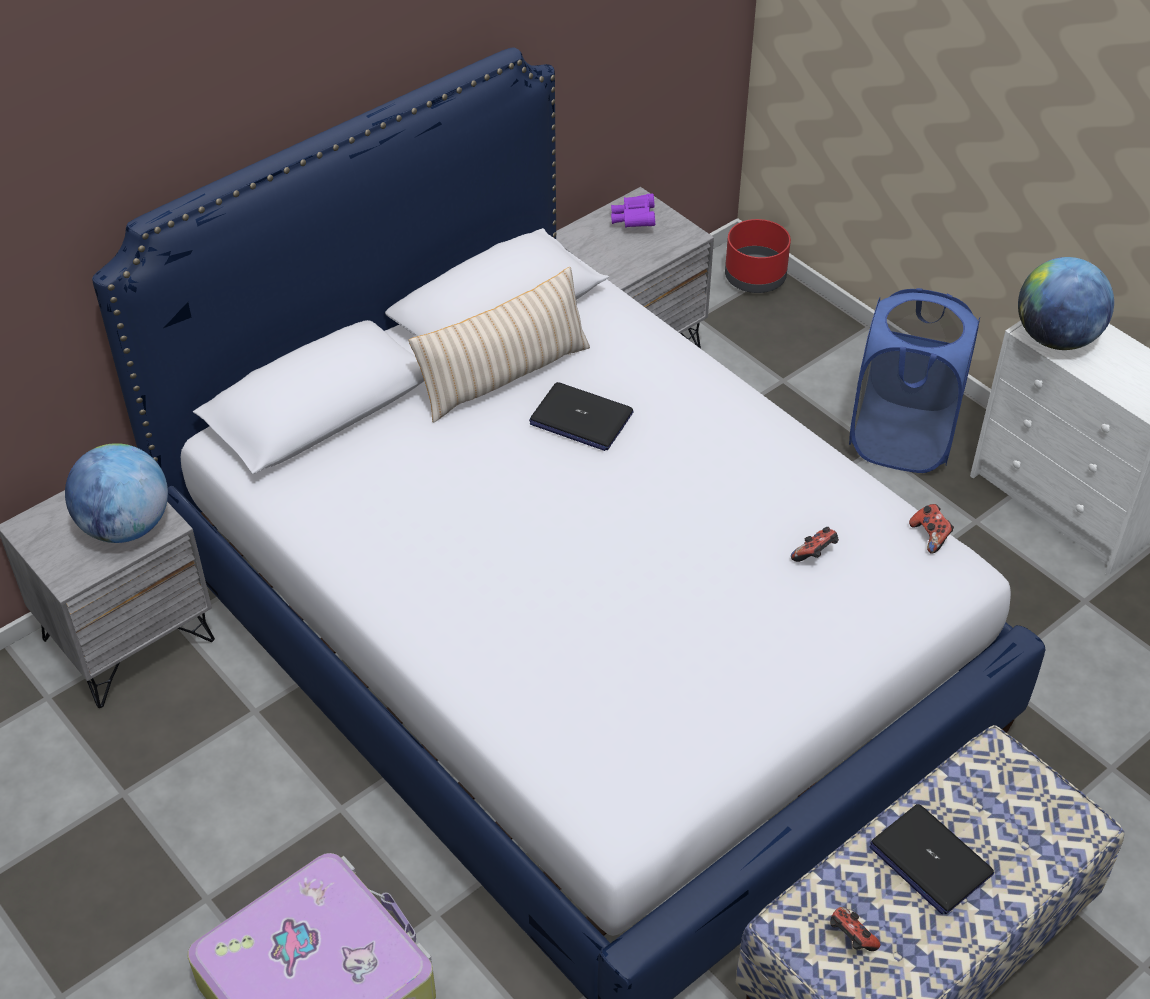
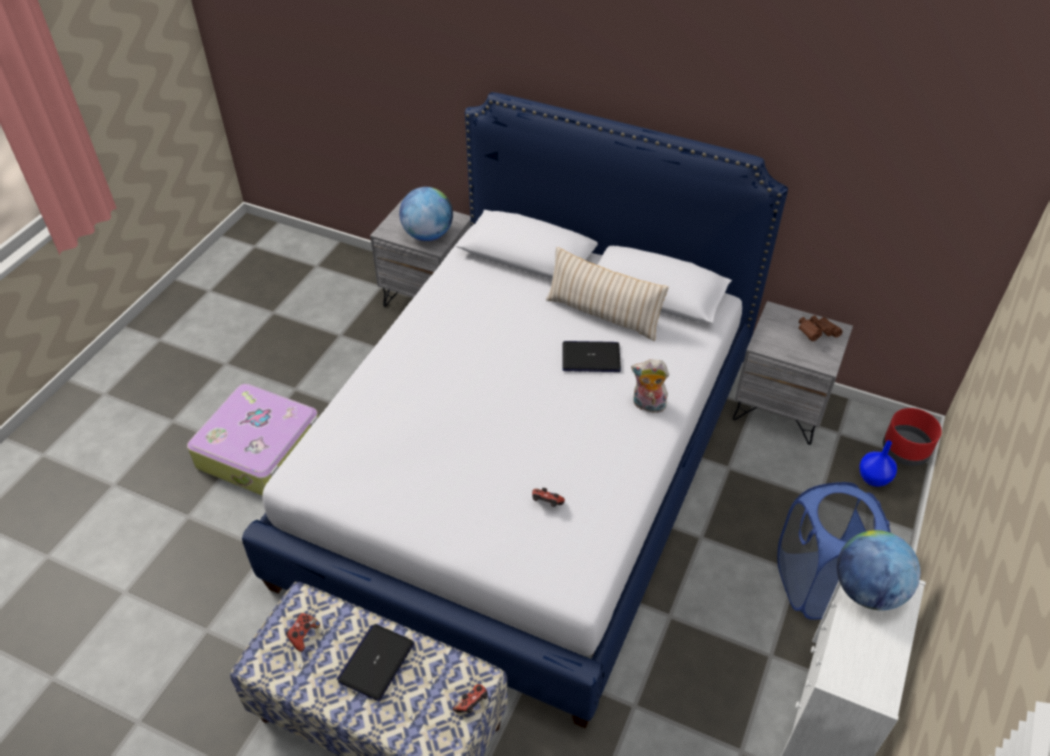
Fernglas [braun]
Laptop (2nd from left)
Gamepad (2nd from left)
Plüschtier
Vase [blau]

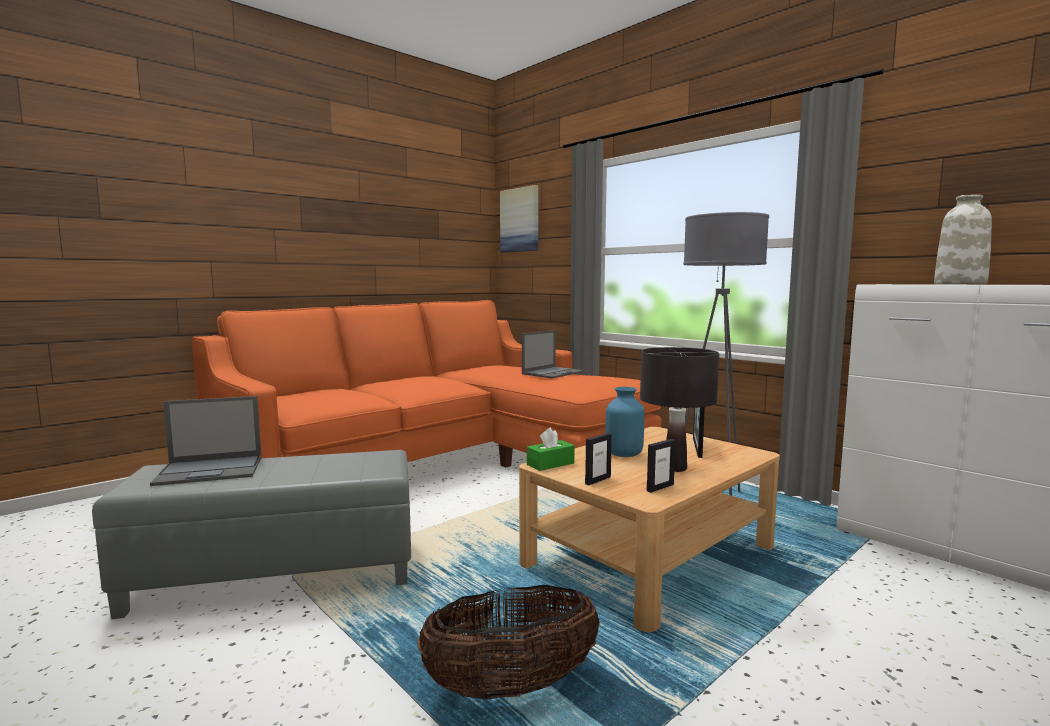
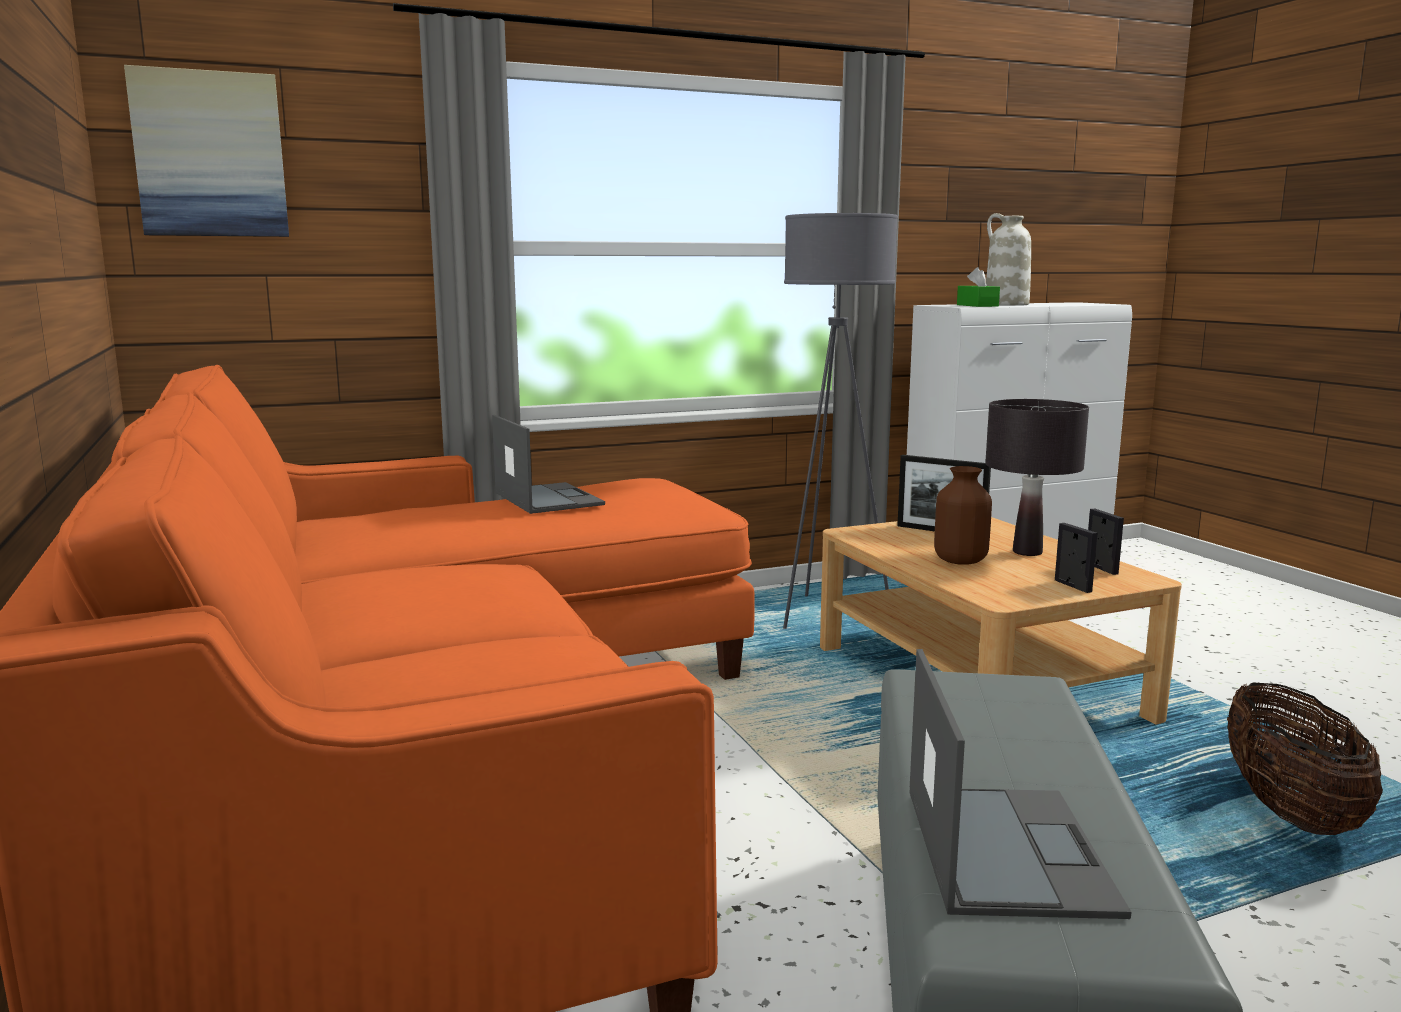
Vase [braun]
Taschentuchbox [grün]

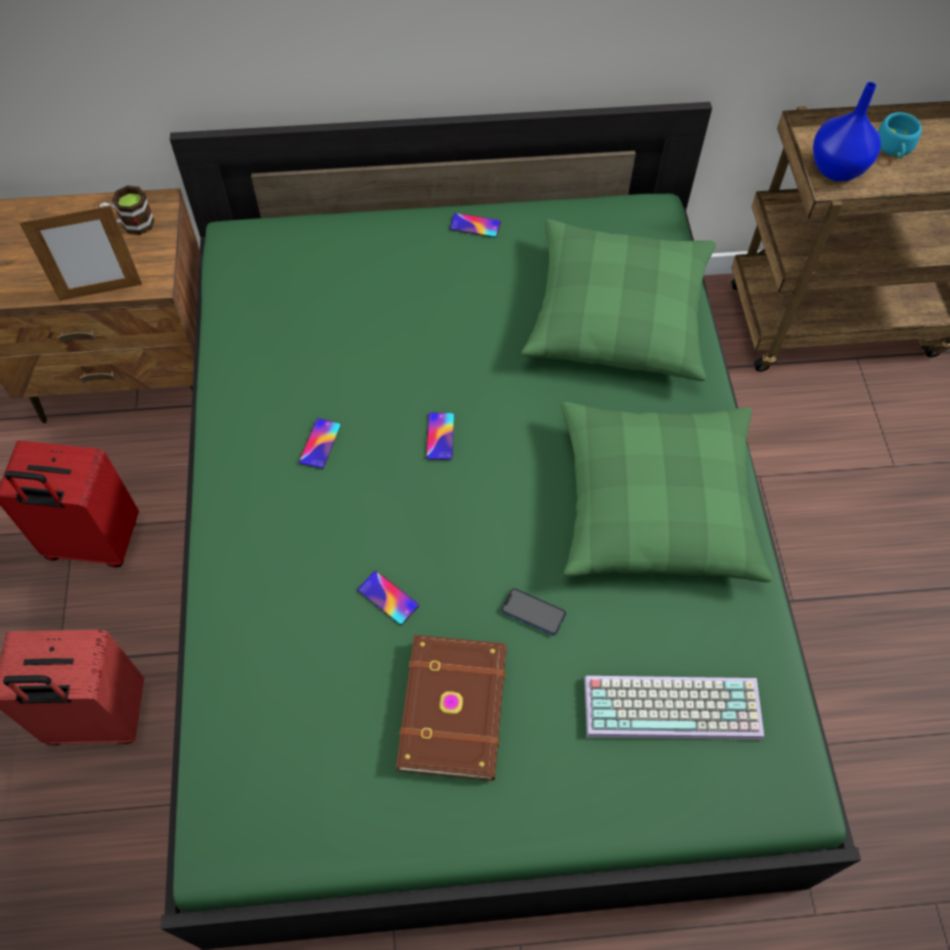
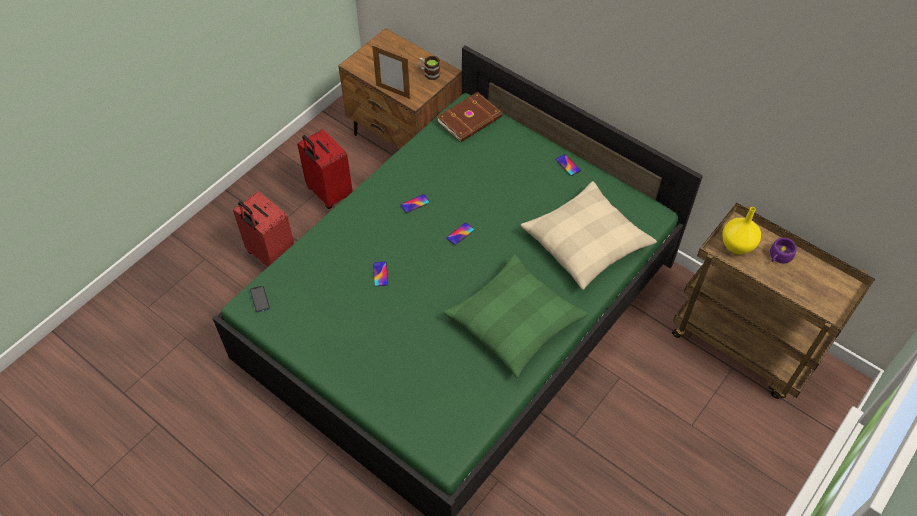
Vase [gelb]
Tasse [lila]
Kissen [beige]
Handy (1st from left)
Buch [braun]
Tastatur

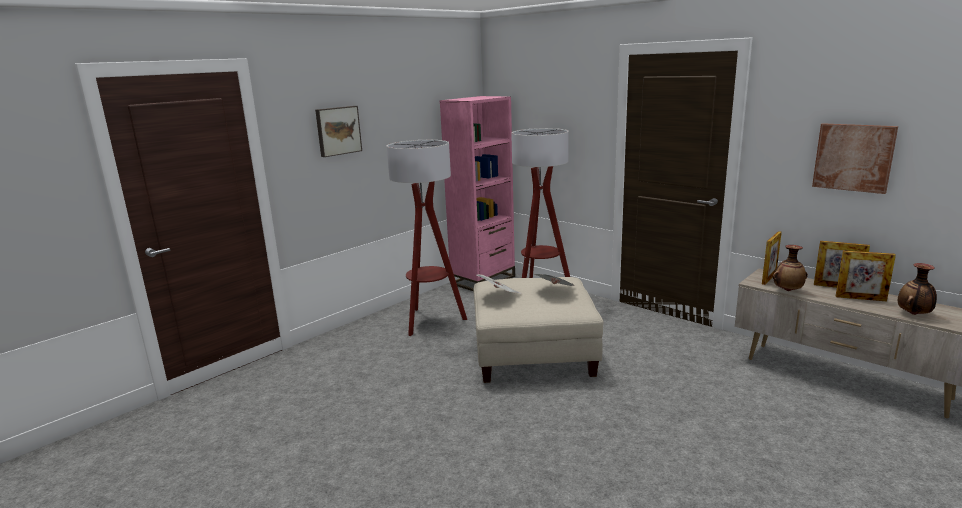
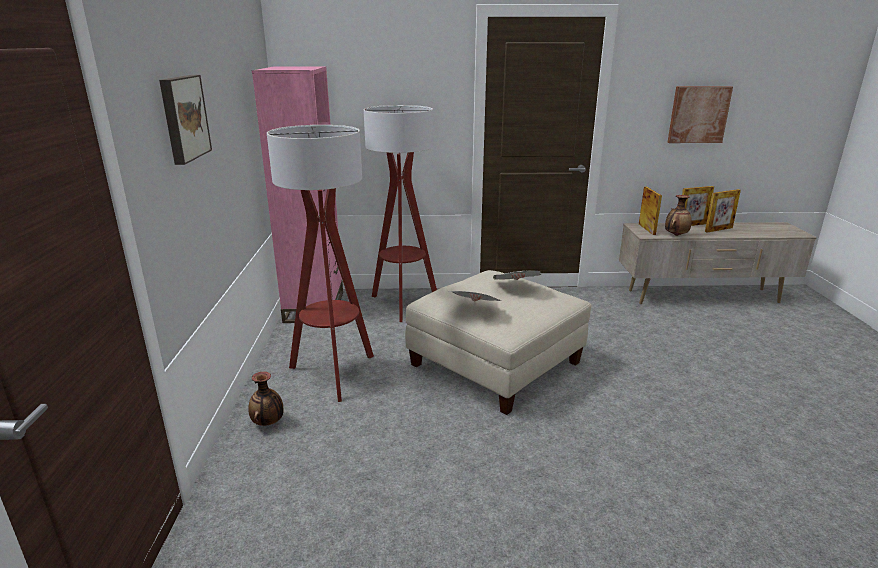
Vase (1st from left)

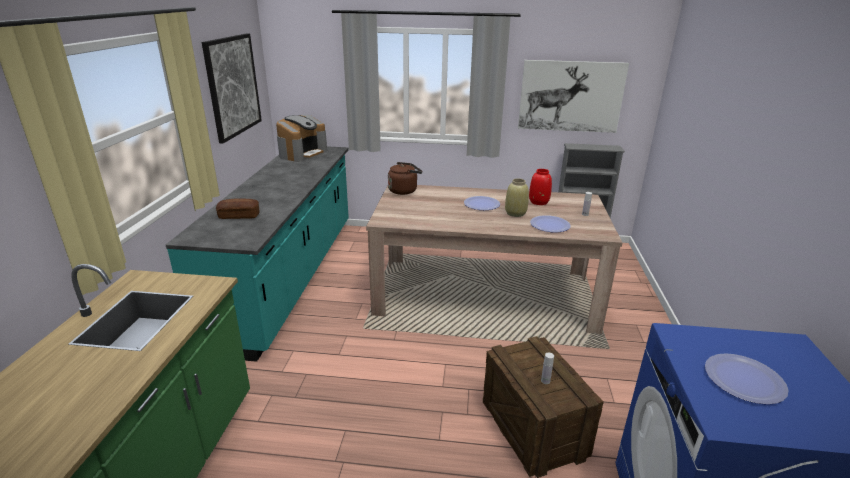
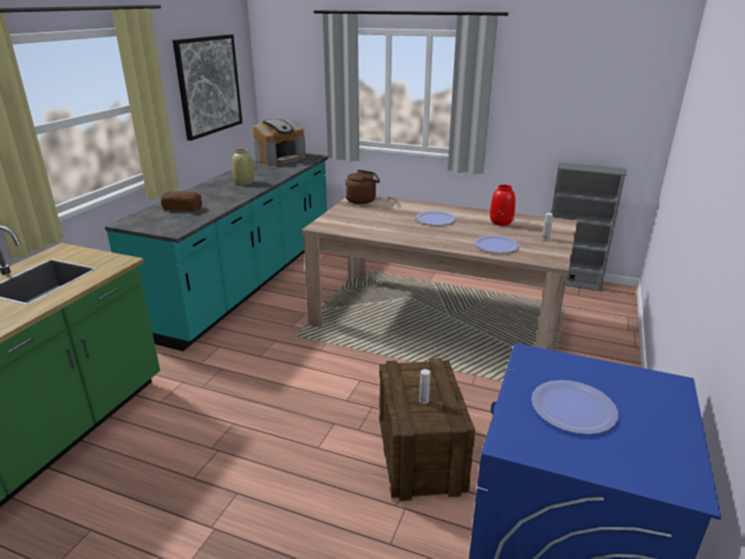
Bild (2nd from left in the first image)
Vase [beige]

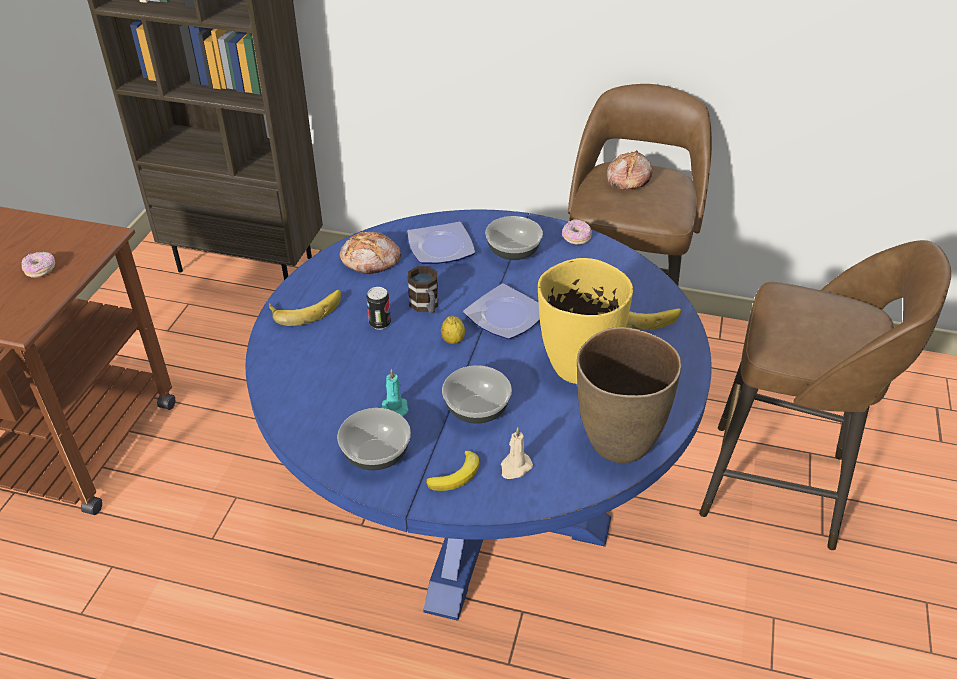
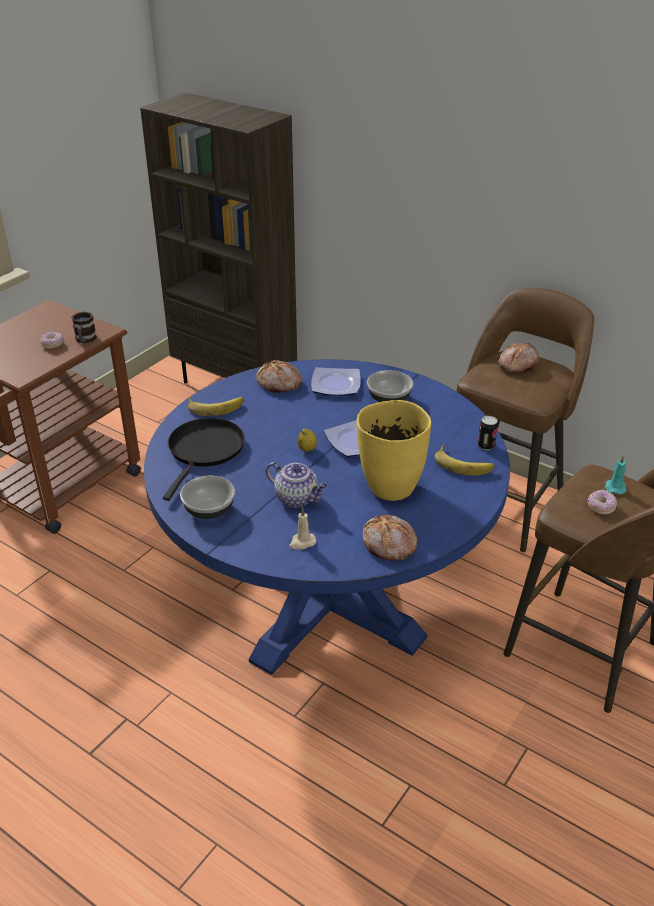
Donut (2nd from left)
Henkelbecher
Dose
Brot (2nd from left)
Teekanne
Kerze [türkis]
Banane (2nd from left in the first image)
Pfanne [schwarz]

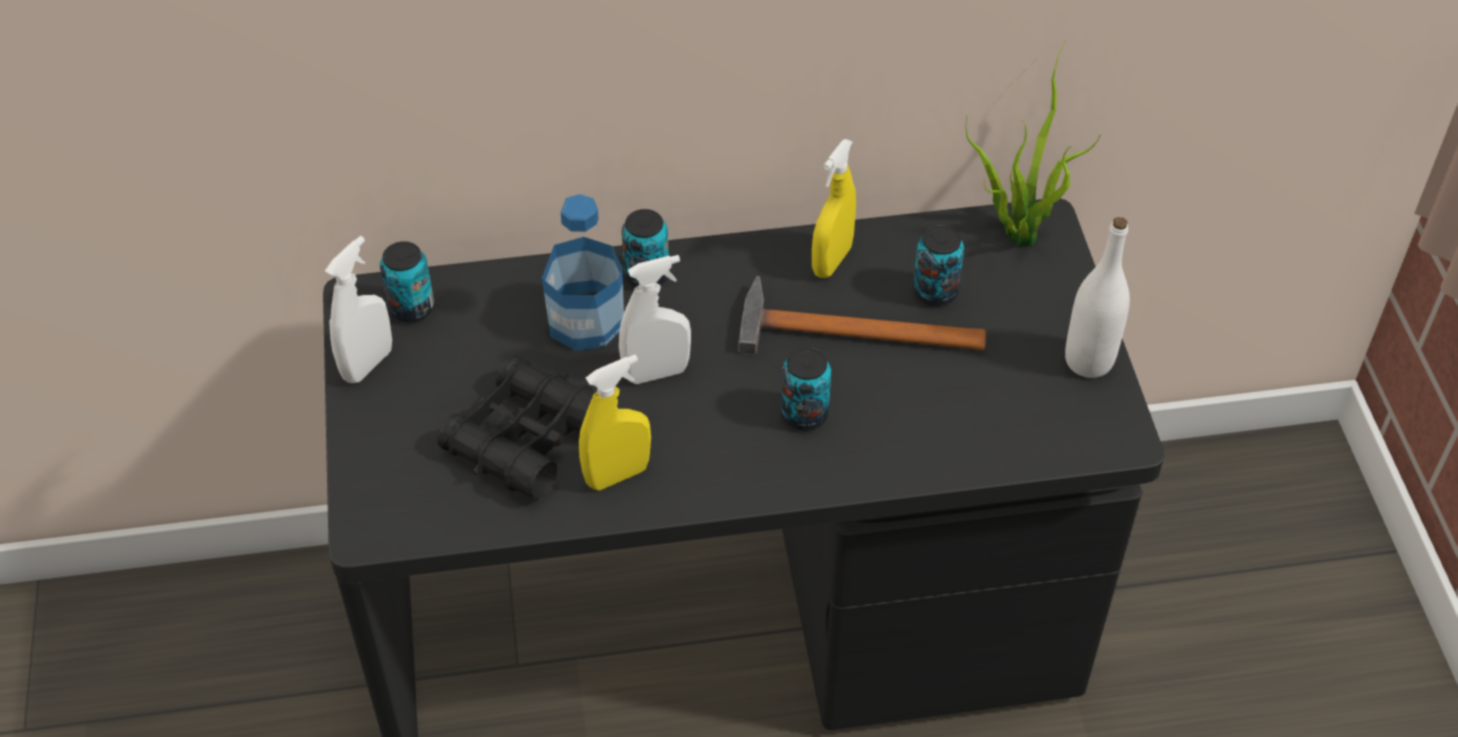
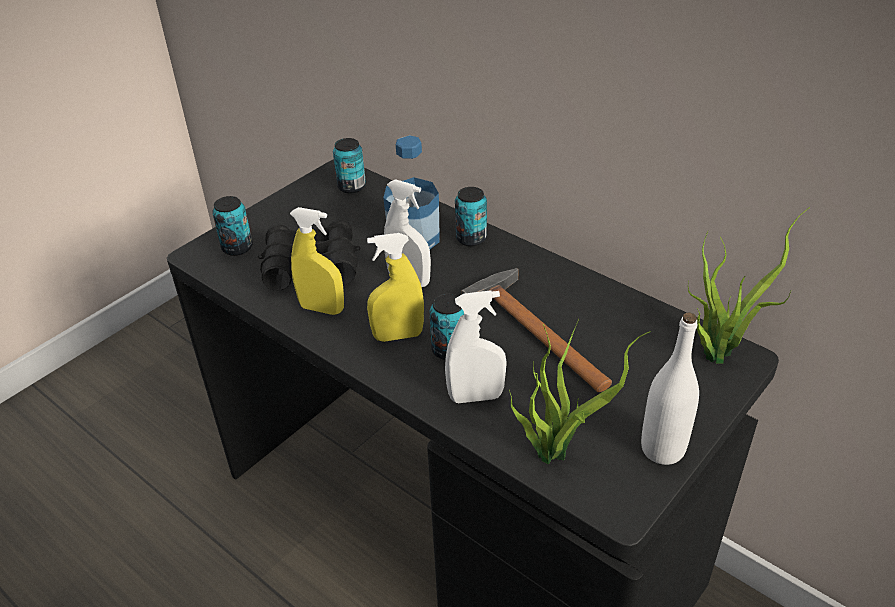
Sprühflasche [gelb] (2nd from left)
Dose (1st from left)
Sprühflasche [weiß] (2nd from left)
Topfpflanze (1st from left)

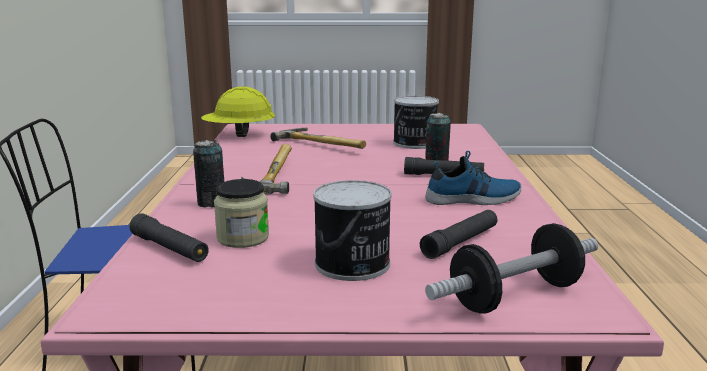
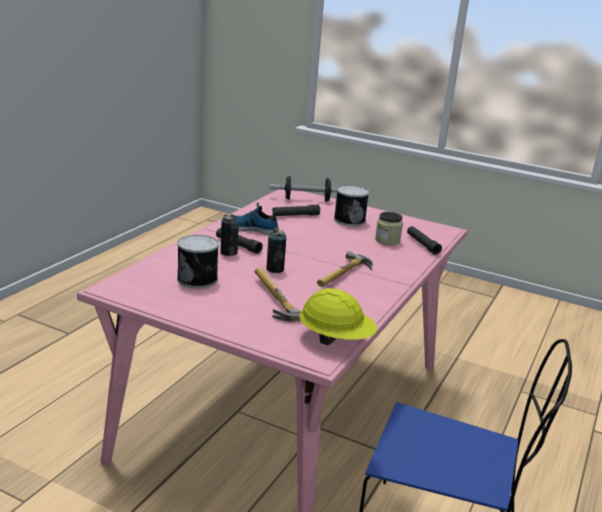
Dose (3rd from left)

